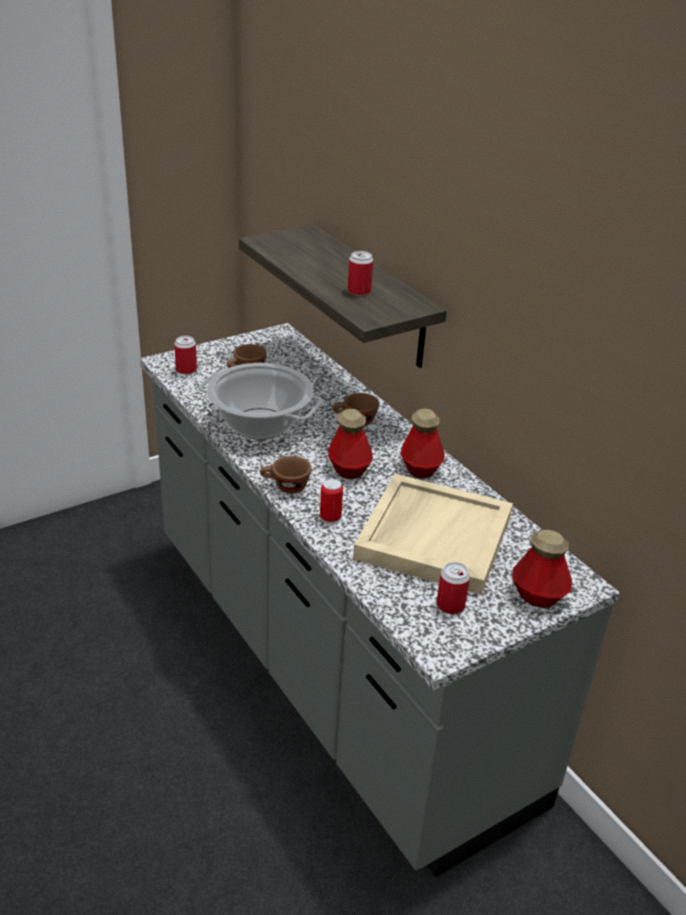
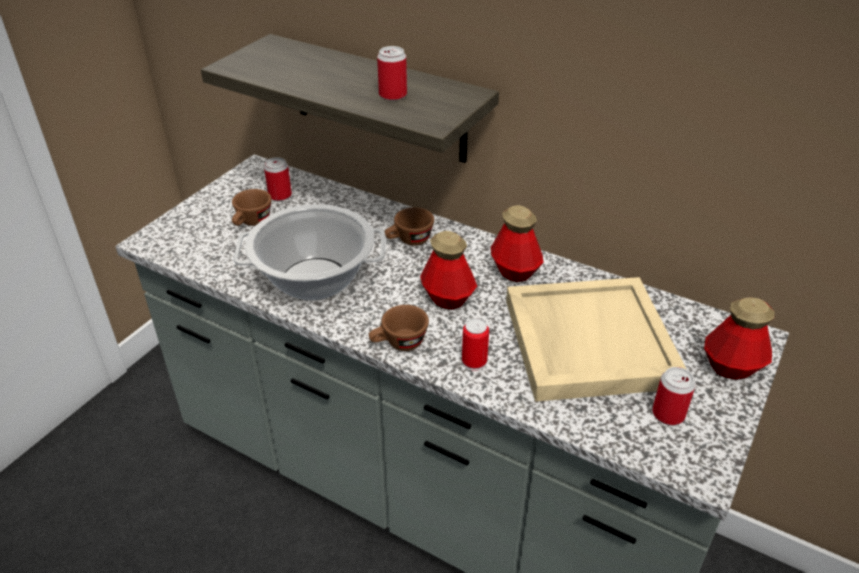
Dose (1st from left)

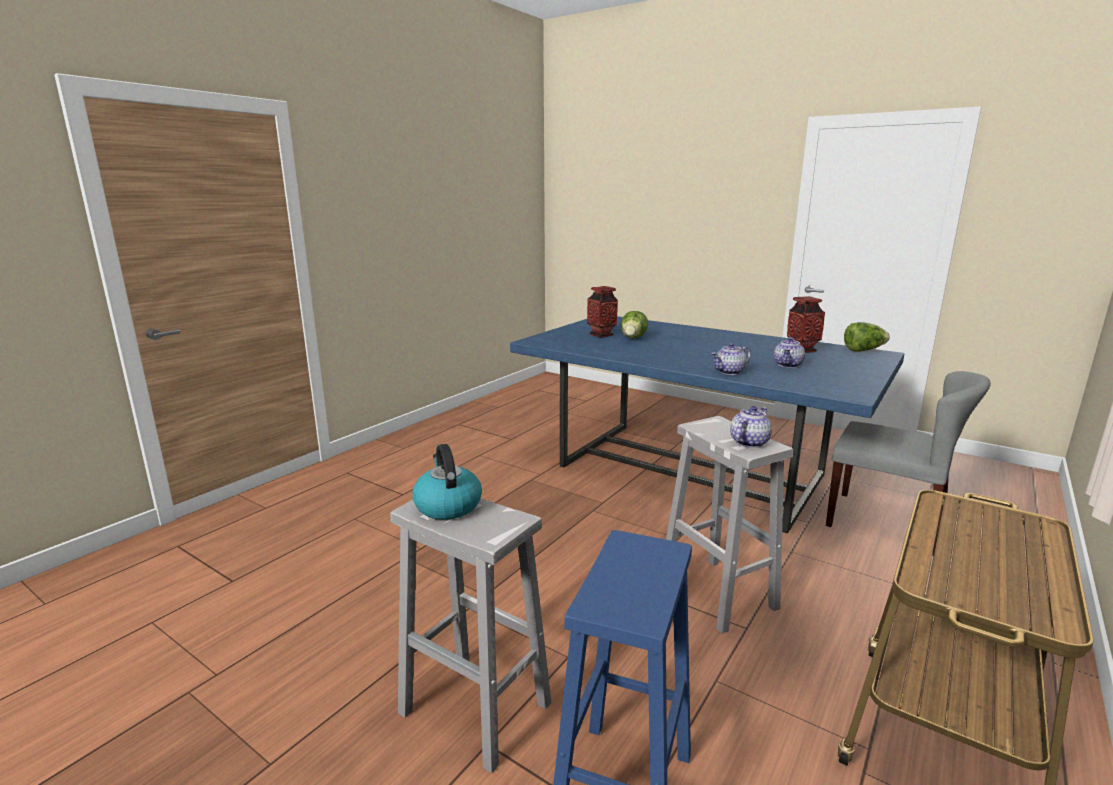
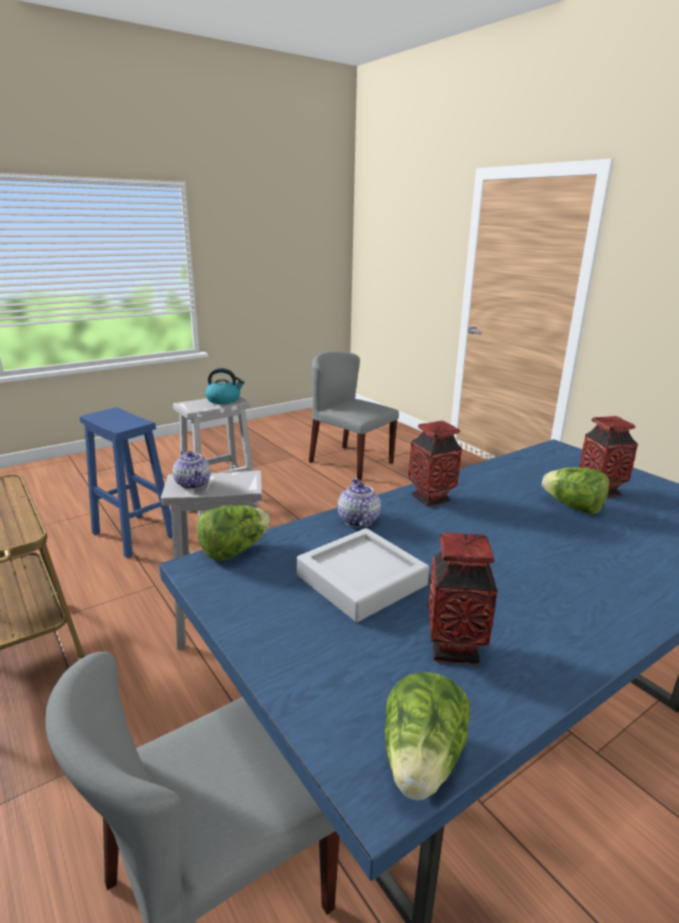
Tablett [grau]
Stuhl [grau] (2nd from left)
Vase (1st from left)
Salatkopf (1st from left)

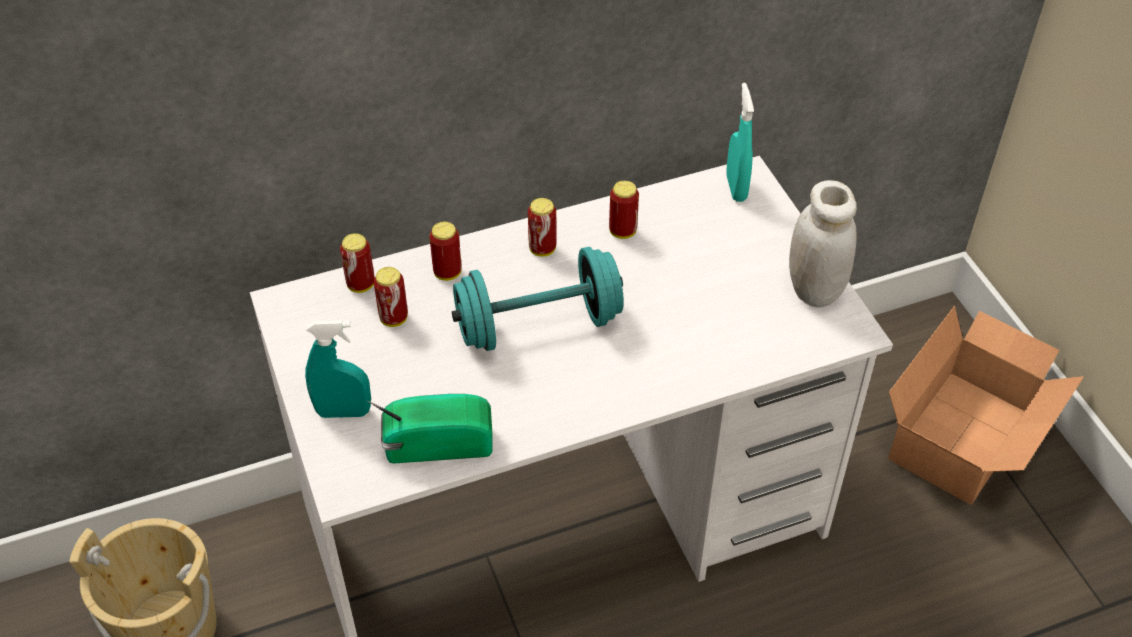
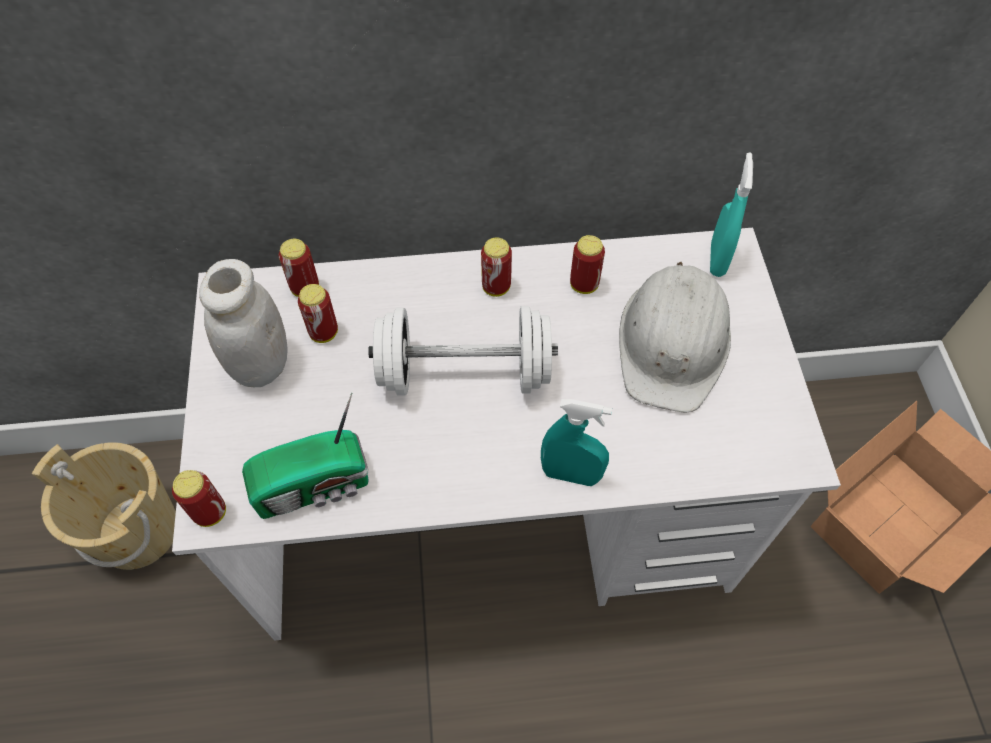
Vorratsglas [weiß]
Dose (1st from left)
Hantel [weiß]
Sprühflasche [türkis] (1st from left)
Radio
Schutzhelm [weiß]

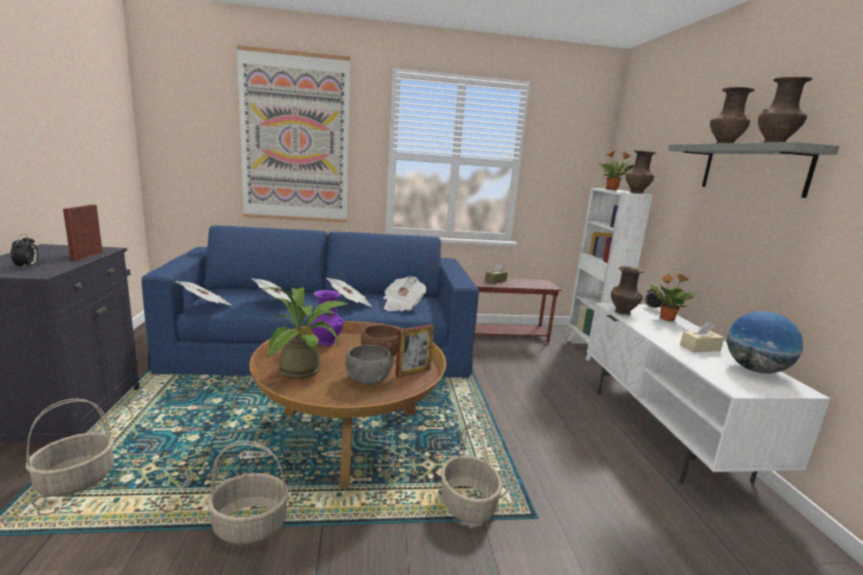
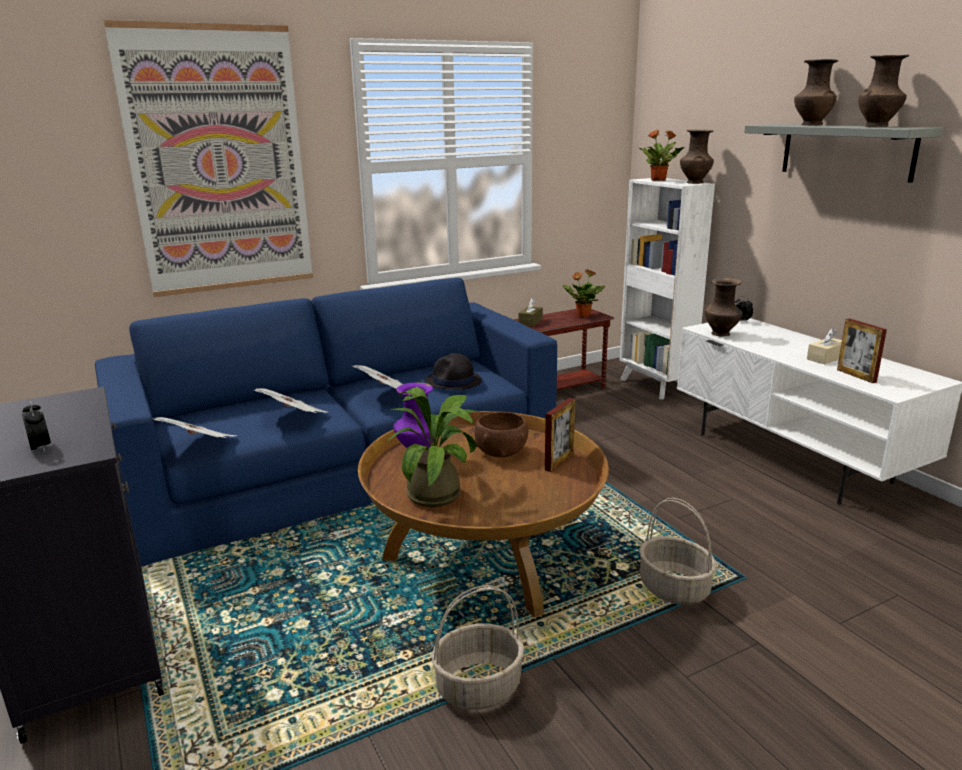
Bilderrahmen (2nd from left)
Topfpflanze (2nd from left)
Hut [schwarz]
Globus
Schüssel [grau]
Korb (1st from left in the first image)

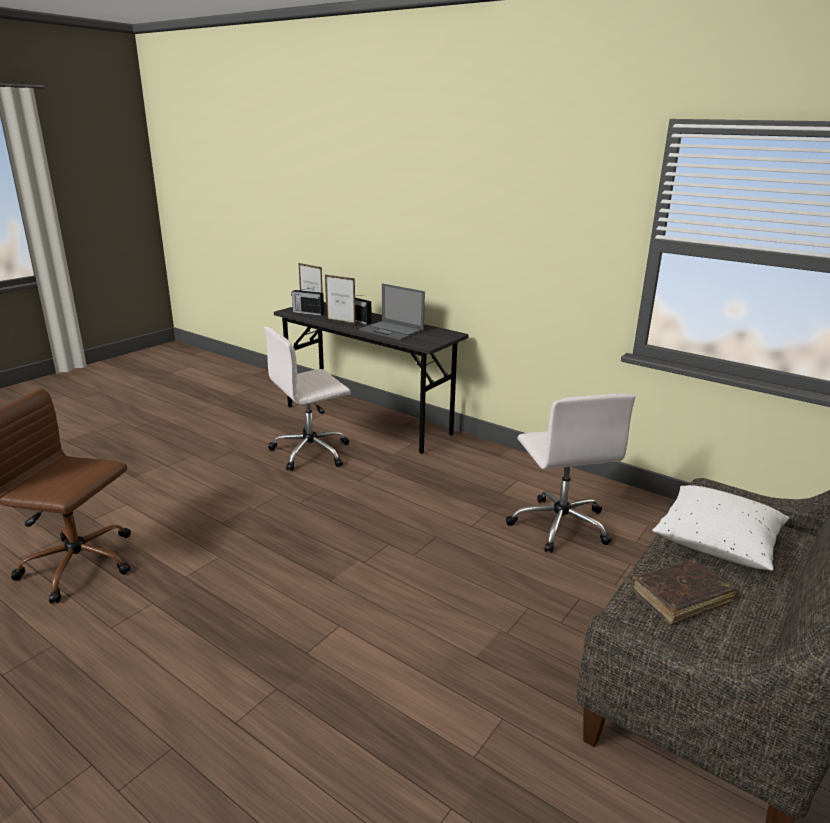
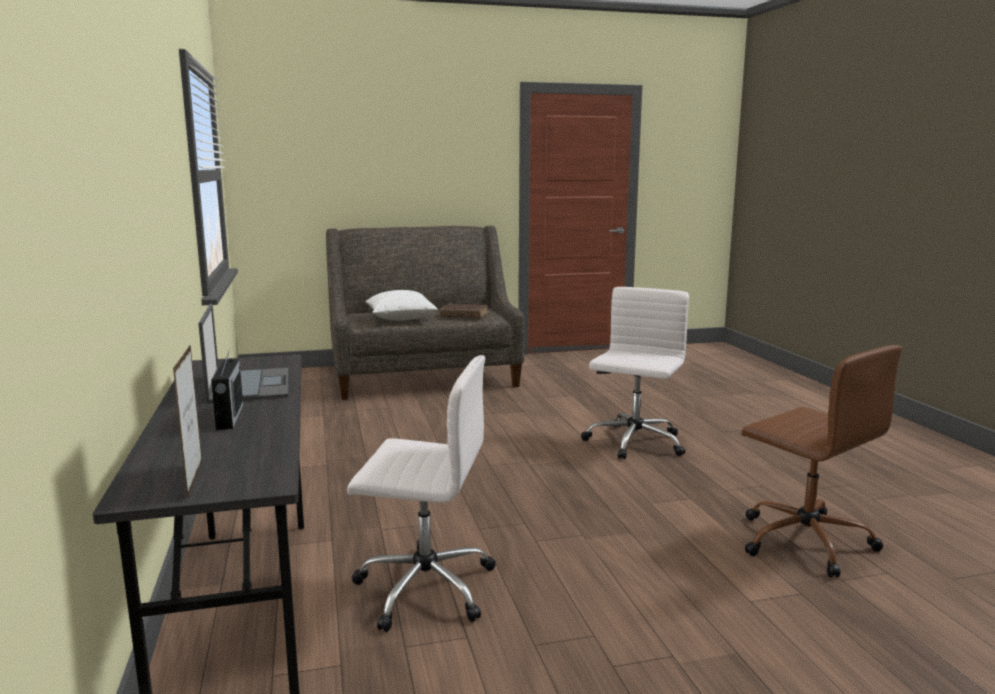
Bilderrahmen (2nd from left in the first image)
Radio (1st from left in the first image)
Bürostuhl [weiß] (2nd from left)

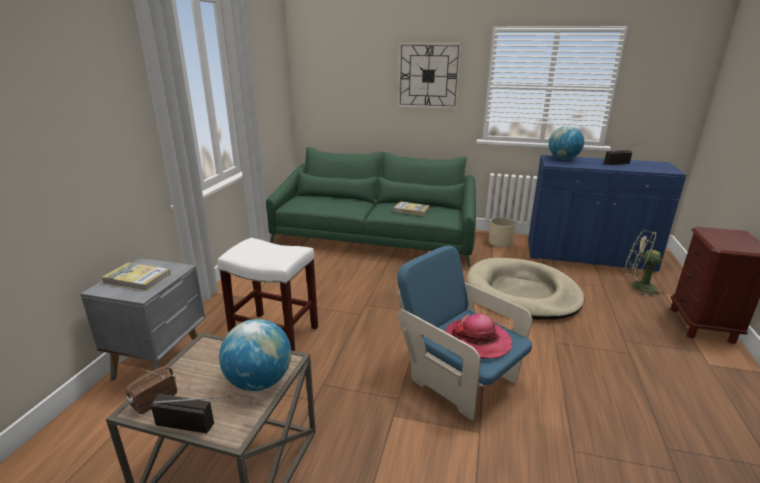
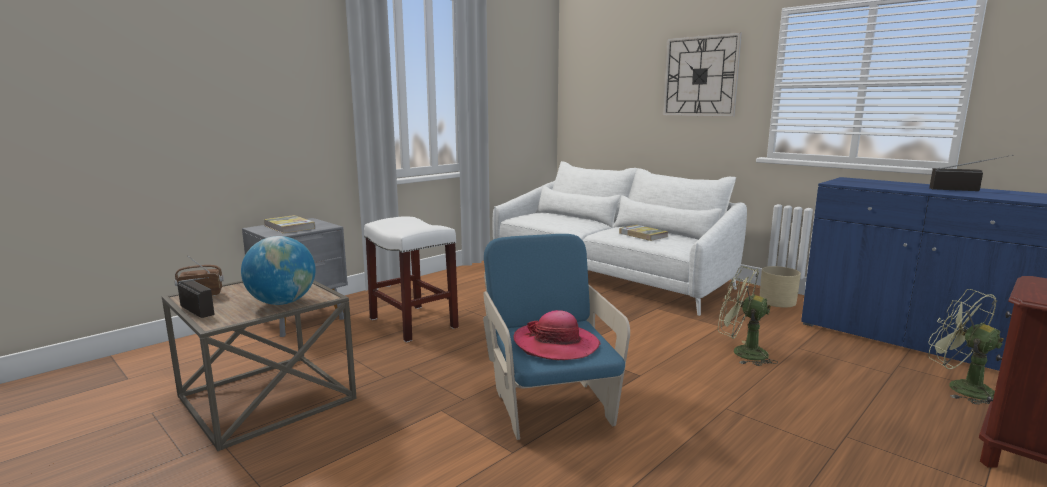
Globus (2nd from left in the first image)
Sofa [weiß]
Ventilator [grün] (1st from left)

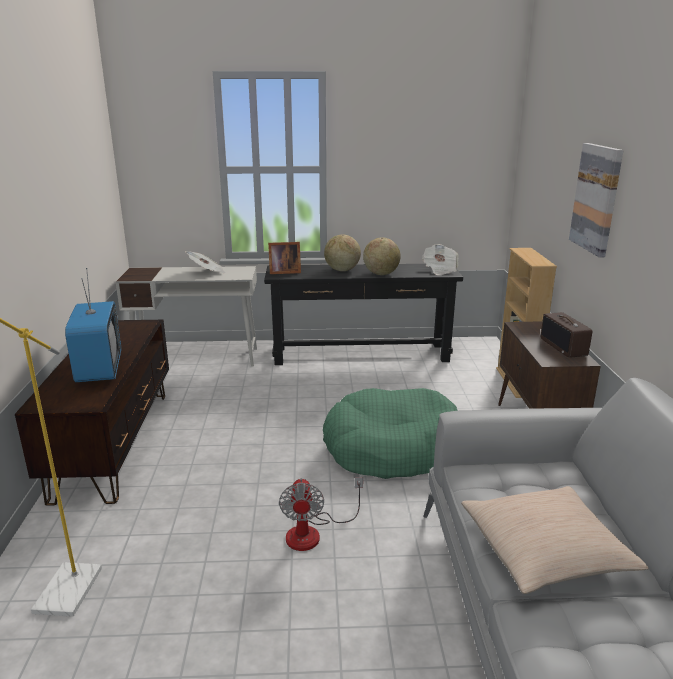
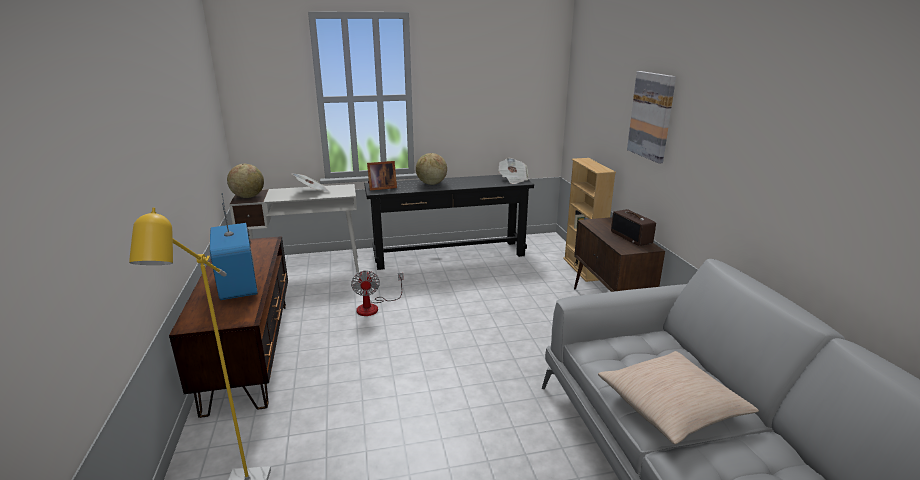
Globus (1st from left)
Hundebett [grün]
Ventilator

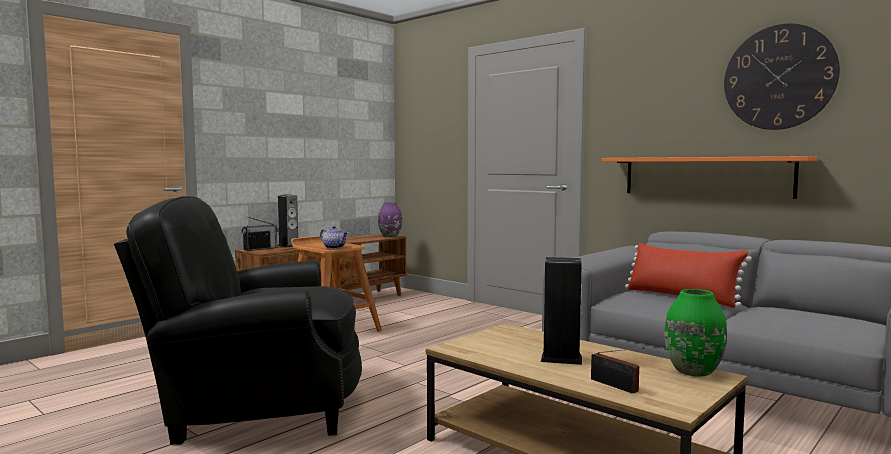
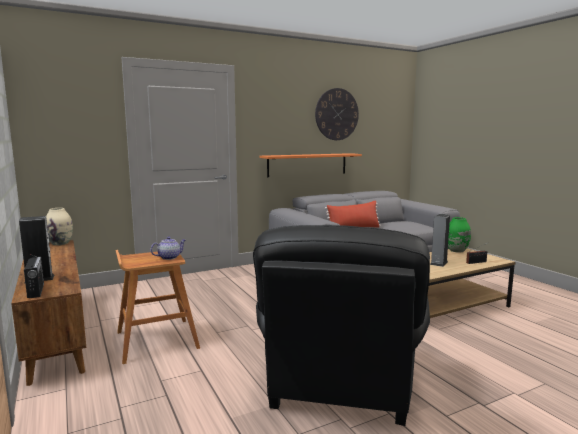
Vase [beige]

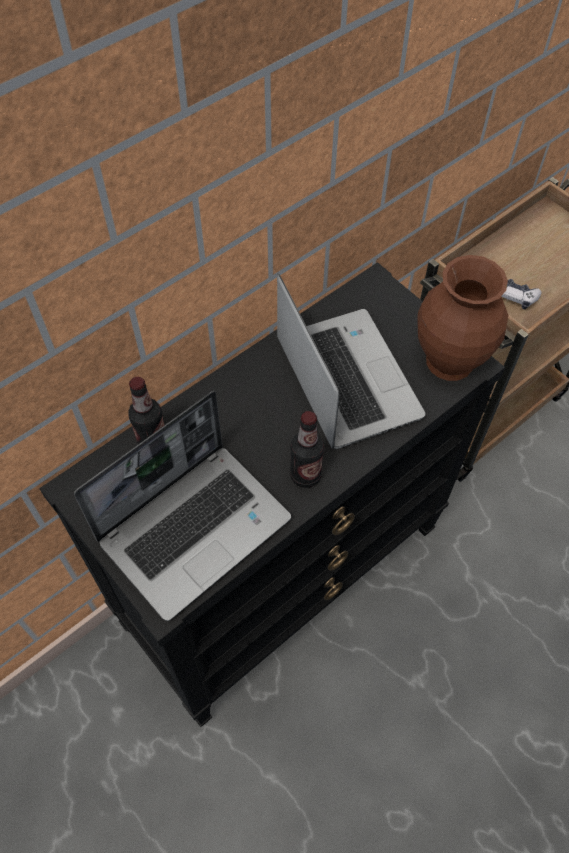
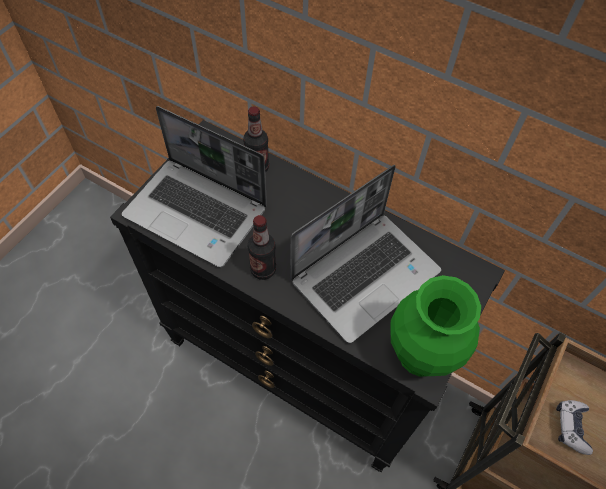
Vase [grün]

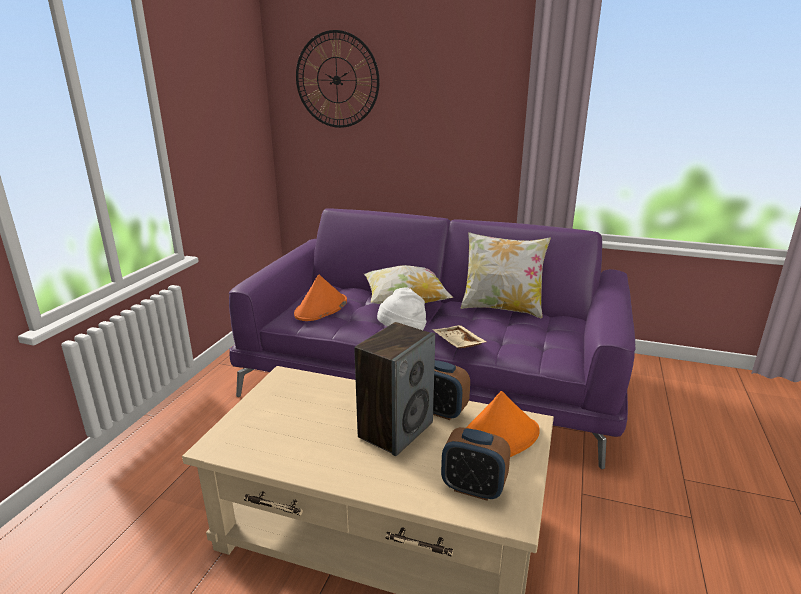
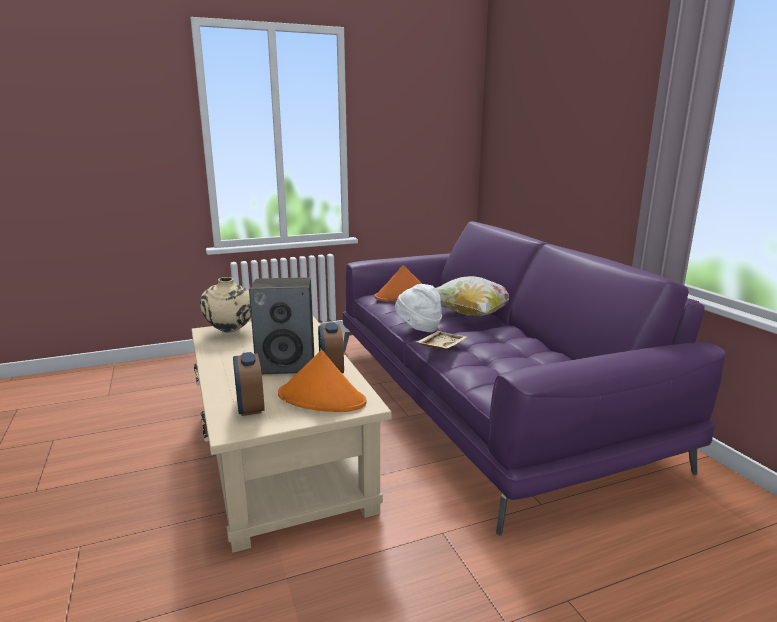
Wanduhr
Kissen (2nd from left in the first image)
Vase [beige]

